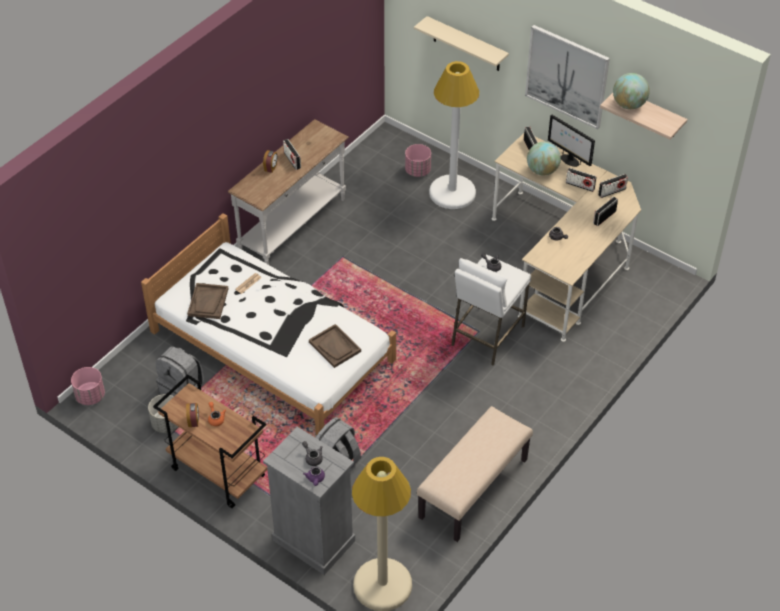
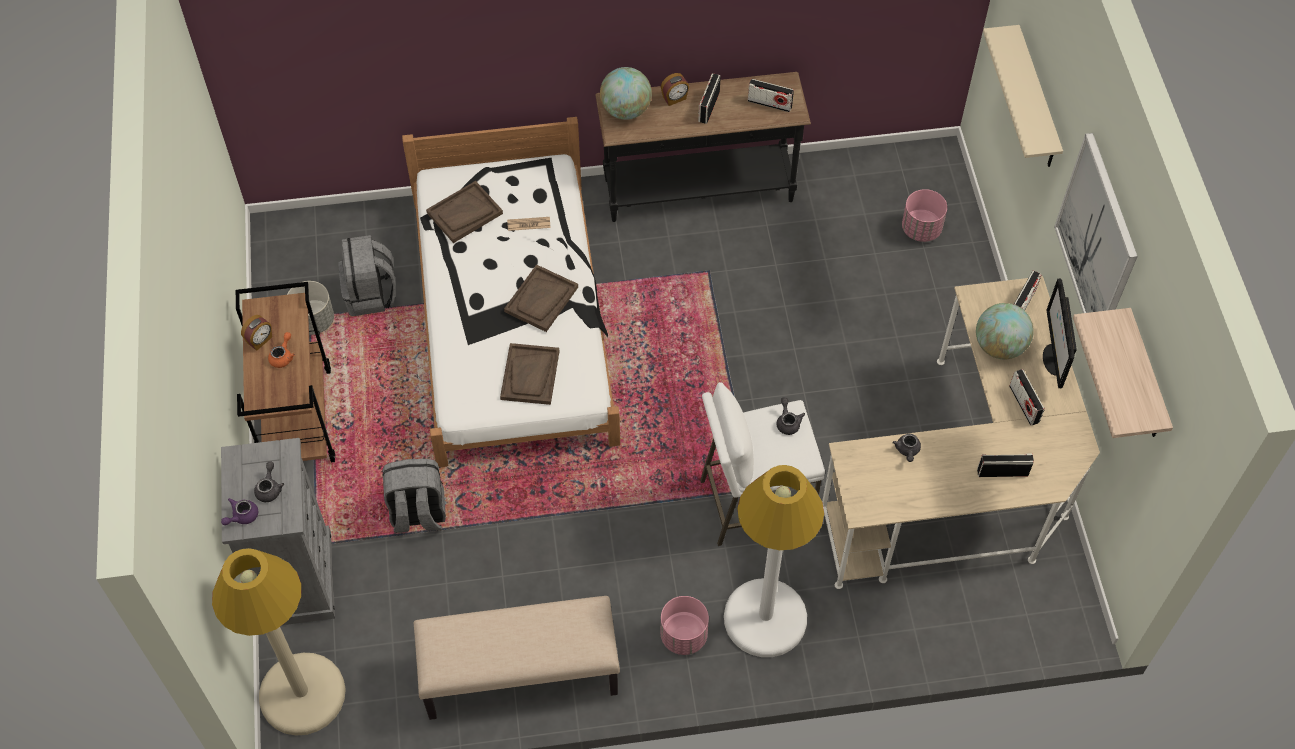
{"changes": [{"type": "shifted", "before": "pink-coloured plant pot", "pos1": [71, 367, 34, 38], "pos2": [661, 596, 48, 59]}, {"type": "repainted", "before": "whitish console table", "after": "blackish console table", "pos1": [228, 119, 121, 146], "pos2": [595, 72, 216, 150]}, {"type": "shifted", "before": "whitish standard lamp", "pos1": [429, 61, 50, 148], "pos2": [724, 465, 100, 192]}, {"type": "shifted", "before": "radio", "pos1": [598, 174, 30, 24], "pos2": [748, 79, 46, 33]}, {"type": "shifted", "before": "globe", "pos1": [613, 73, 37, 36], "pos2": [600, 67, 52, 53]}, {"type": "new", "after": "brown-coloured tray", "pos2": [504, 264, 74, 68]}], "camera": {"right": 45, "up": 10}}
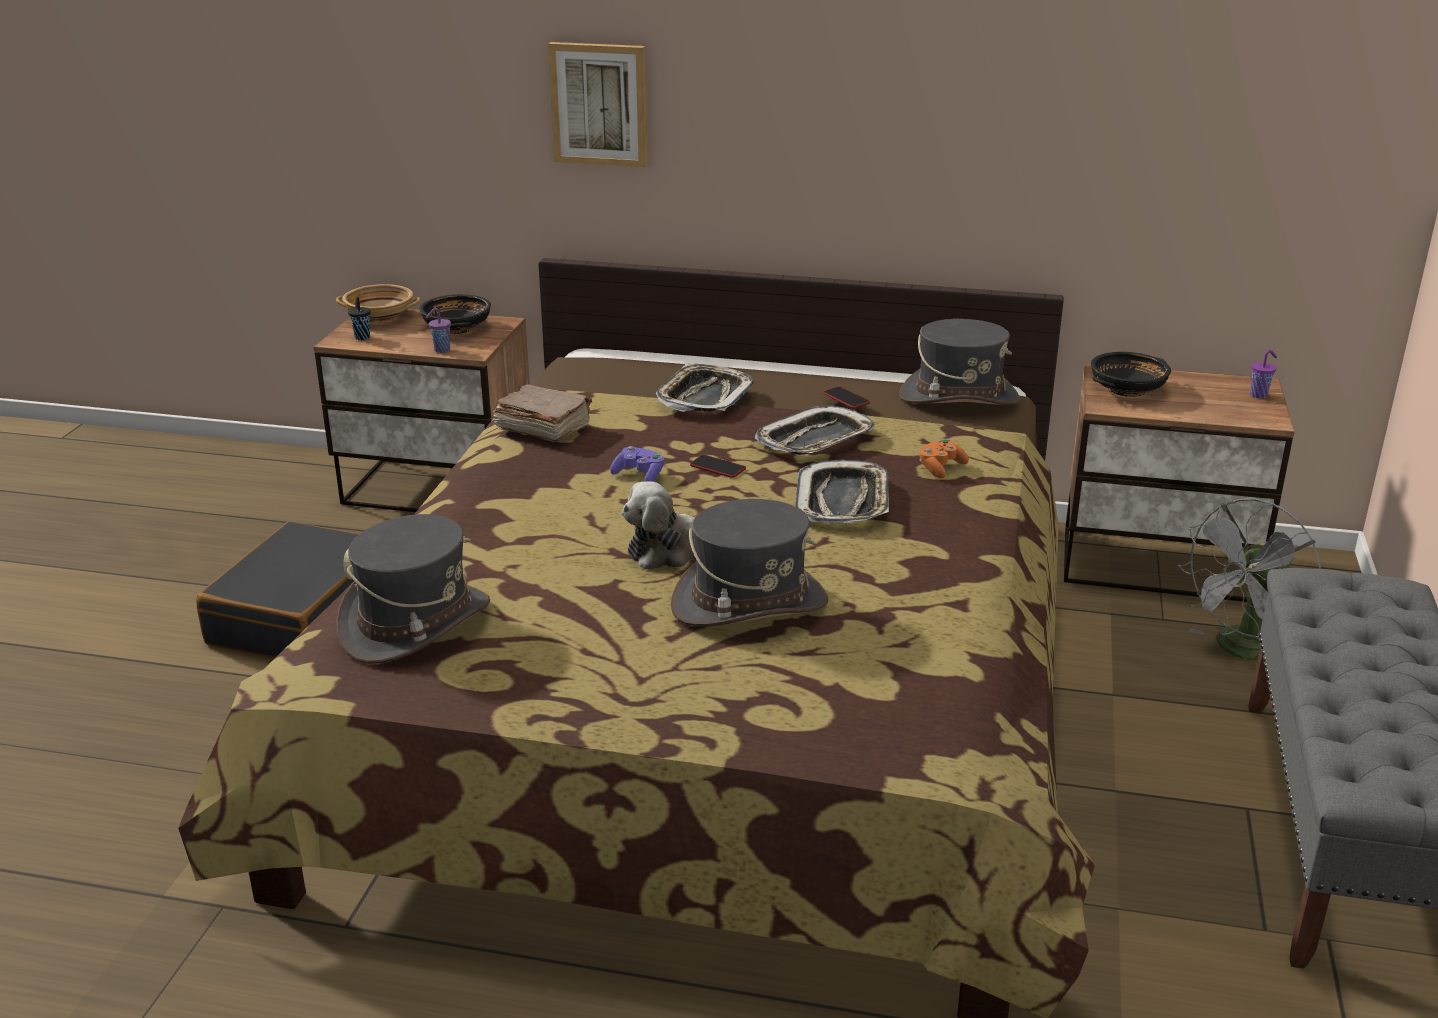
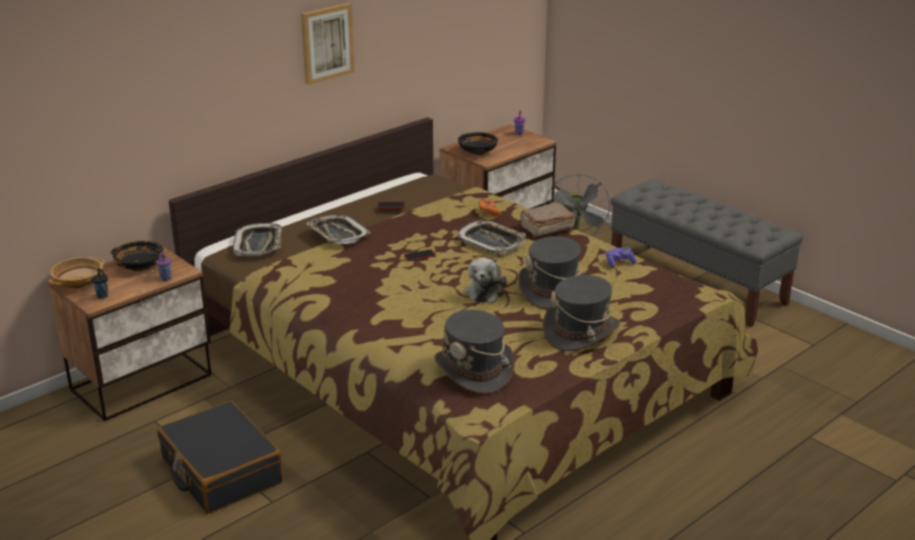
{"changes": [{"type": "shifted", "before": "brown-coloured bound book", "pos1": [493, 384, 99, 58], "pos2": [520, 202, 55, 36]}, {"type": "shifted", "before": "wall picture", "pos1": [548, 42, 100, 125], "pos2": [301, 3, 54, 82]}, {"type": "shifted", "before": "purplish gamepad", "pos1": [610, 446, 54, 36], "pos2": [606, 247, 30, 21]}, {"type": "shifted", "before": "tray", "pos1": [755, 405, 120, 50], "pos2": [233, 223, 50, 33]}, {"type": "shifted", "before": "grey wearable hat", "pos1": [899, 319, 121, 86], "pos2": [543, 275, 78, 76]}], "camera": {"right": -55, "up": 0}}
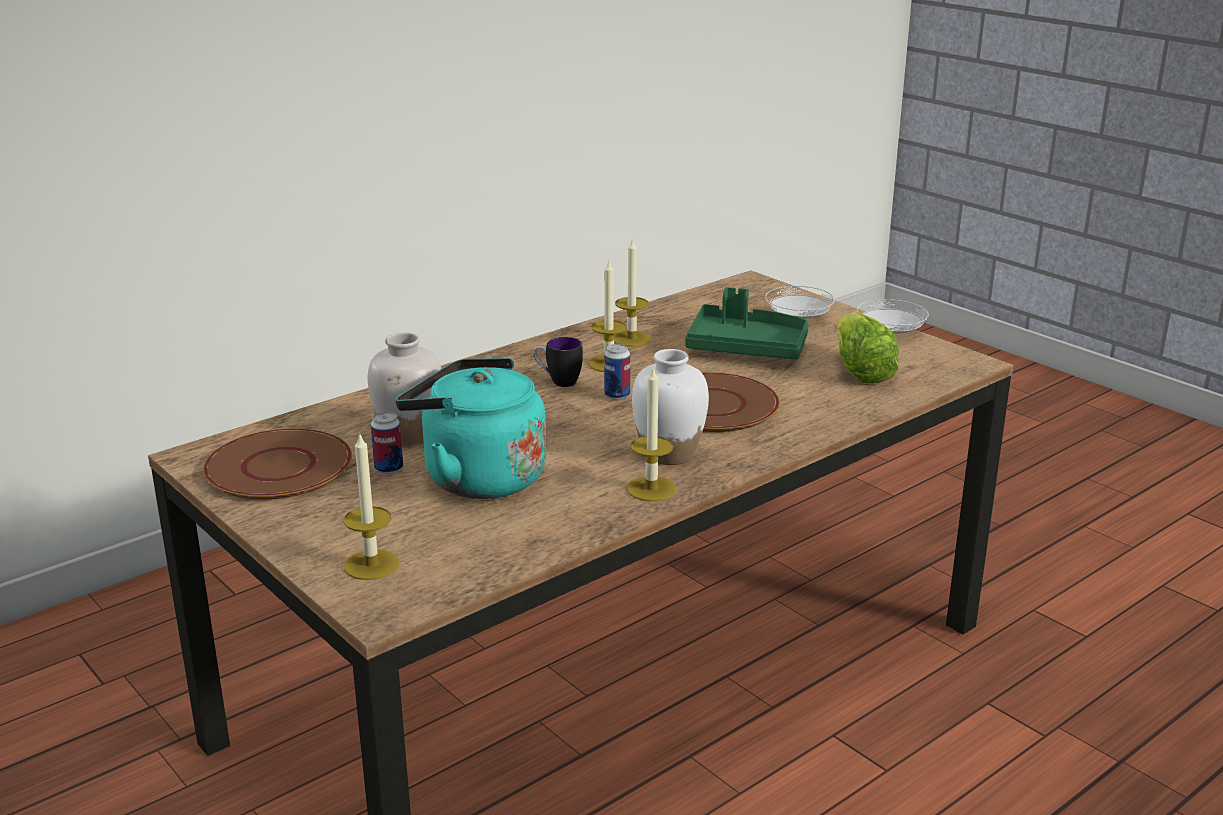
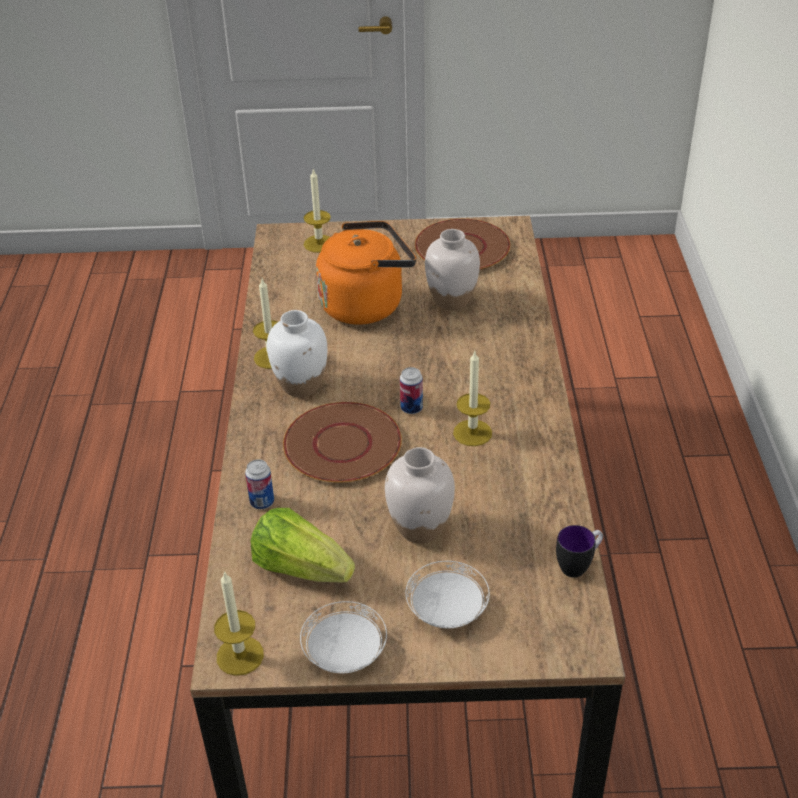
{"changes": [{"type": "shifted", "before": "metal can", "pos1": [371, 412, 32, 62], "pos2": [245, 459, 29, 50]}, {"type": "repainted", "before": "blue-green kettle", "after": "orangey kettle", "pos1": [395, 358, 152, 141], "pos2": [316, 221, 100, 104]}, {"type": "shifted", "before": "mug", "pos1": [534, 337, 49, 50], "pos2": [556, 525, 47, 53]}, {"type": "shifted", "before": "wax light", "pos1": [614, 237, 37, 110], "pos2": [214, 571, 50, 105]}, {"type": "swapped", "before": "green-coloured tray", "after": "whitish vase", "pos1": [685, 287, 124, 72], "pos2": [385, 447, 70, 97]}], "camera": {"right": 130, "up": 15}}
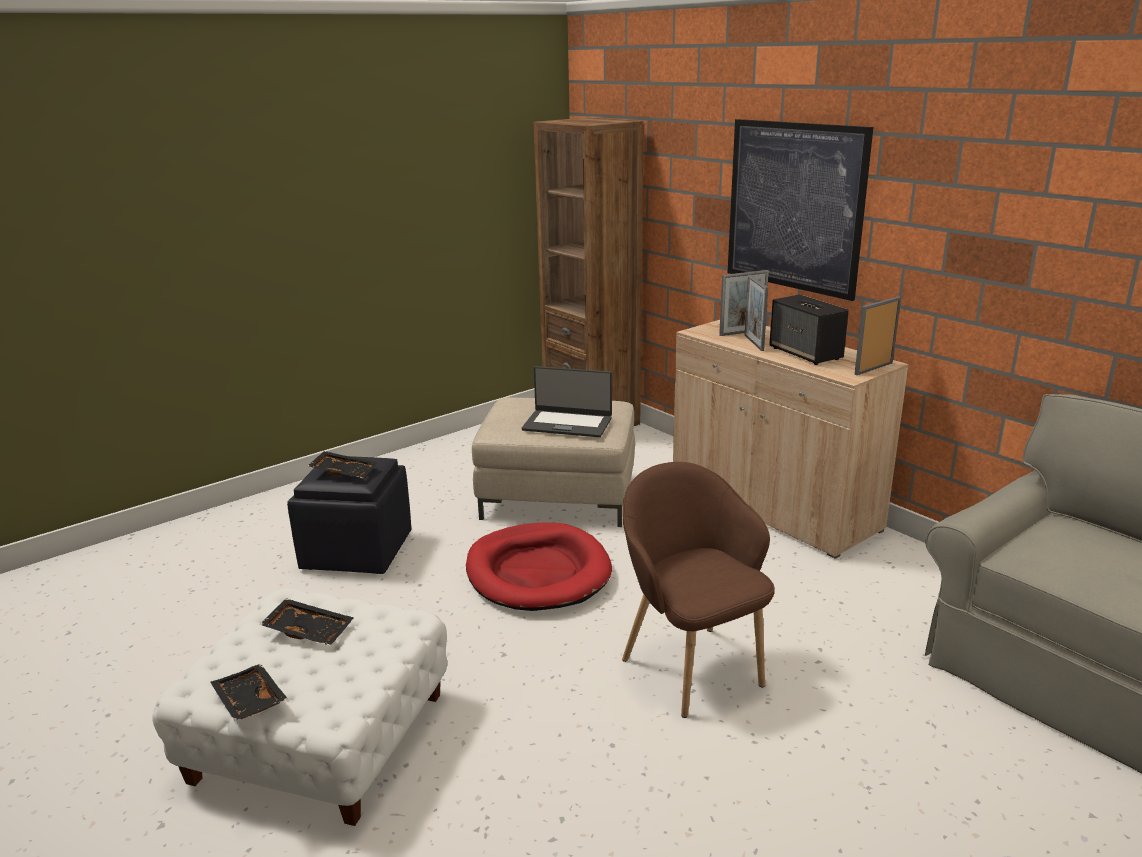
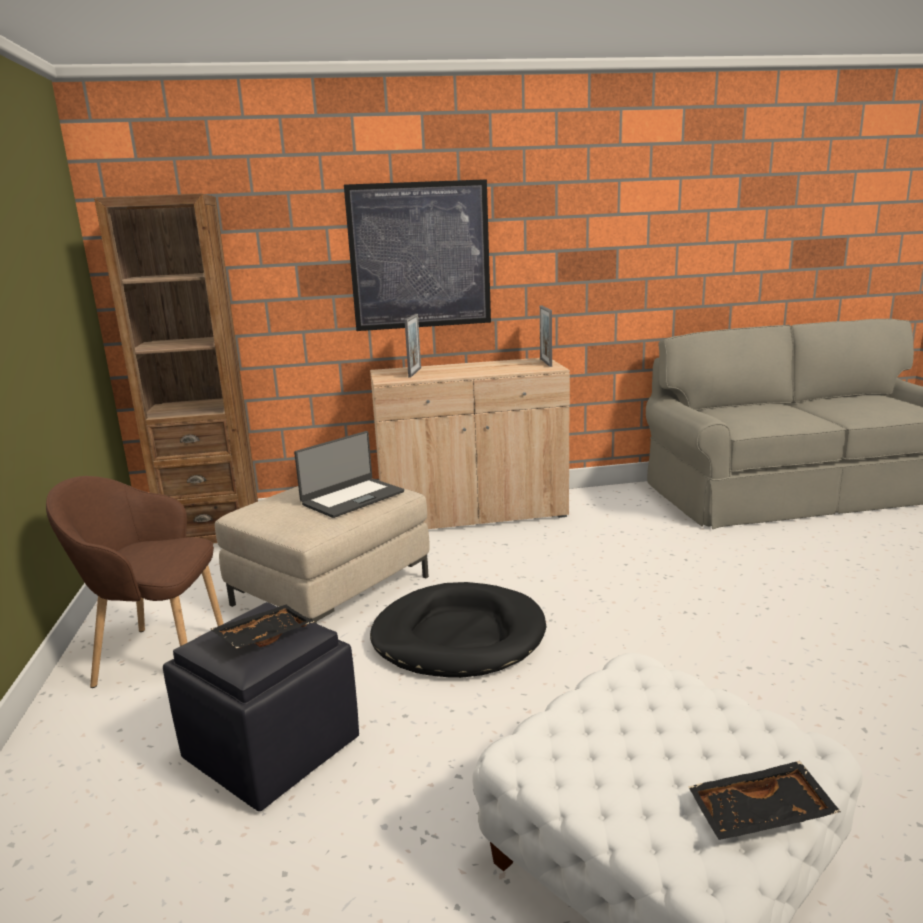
{"changes": [{"type": "gone", "before": "blackish tray", "pos1": [260, 598, 94, 48]}, {"type": "repainted", "before": "red dog cushion", "after": "blackish dog cushion", "pos1": [466, 522, 146, 89], "pos2": [370, 582, 176, 96]}, {"type": "shifted", "before": "brown-coloured lounge chair", "pos1": [622, 462, 153, 256], "pos2": [46, 476, 178, 212]}, {"type": "gone", "before": "photo frame", "pos1": [745, 275, 23, 76]}, {"type": "gone", "before": "loudspeaker", "pos1": [769, 295, 80, 70]}], "camera": {"right": -60, "up": -5}}
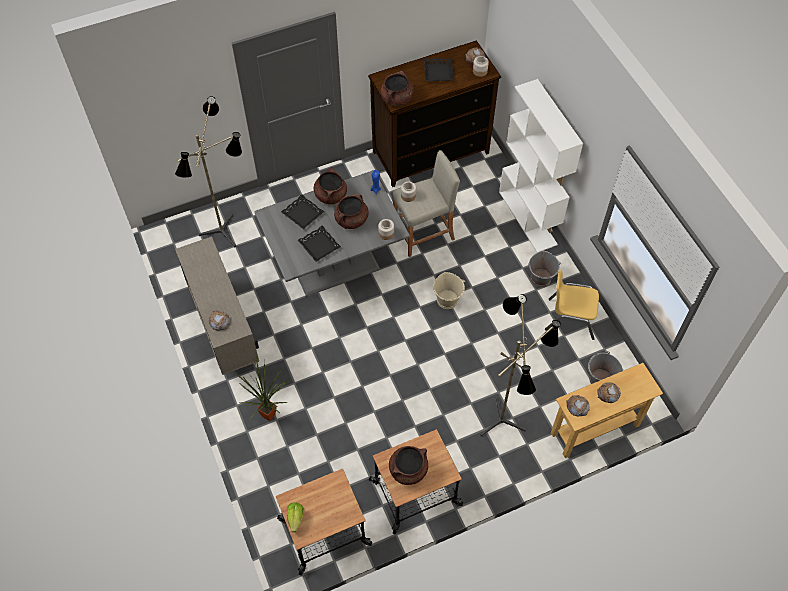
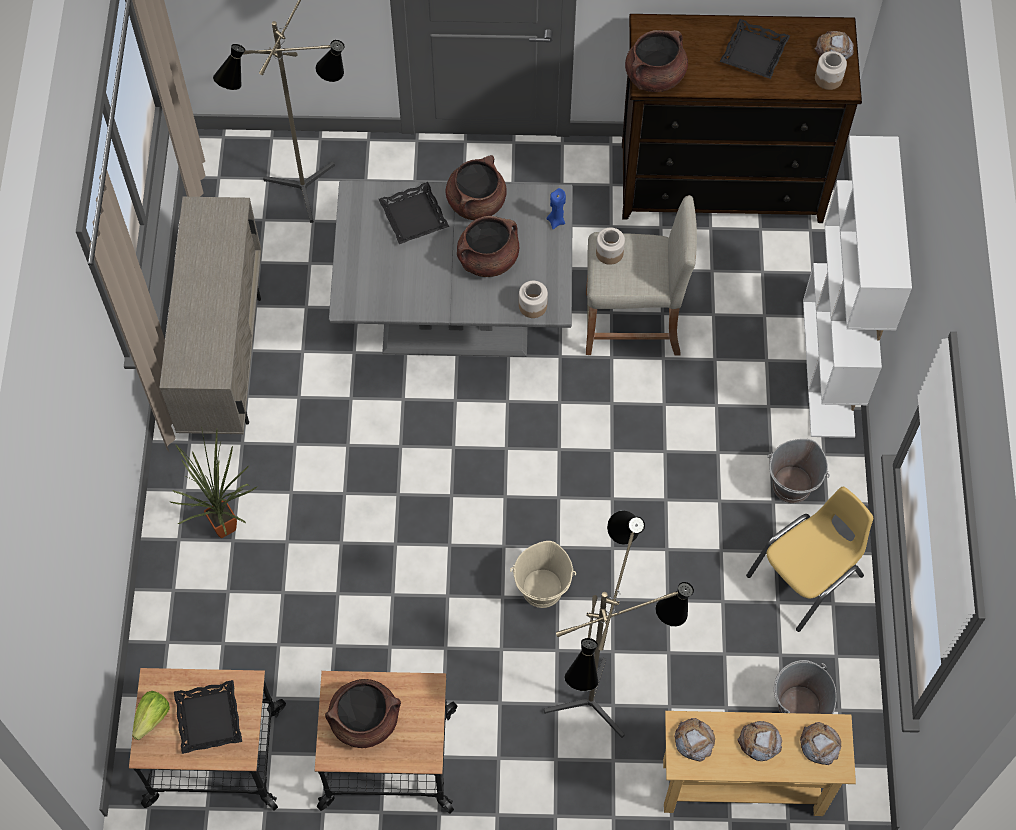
{"changes": [{"type": "shifted", "before": "baked bread", "pos1": [209, 310, 21, 20], "pos2": [800, 722, 41, 43]}, {"type": "shifted", "before": "blackish tray", "pos1": [298, 226, 43, 36], "pos2": [174, 680, 68, 74]}, {"type": "shifted", "before": "sand-coloured bucket", "pos1": [433, 272, 32, 37], "pos2": [510, 541, 66, 67]}, {"type": "rotated", "before": "yellow upright chair", "pos1": [545, 270, 54, 70], "pos2": [746, 487, 127, 145], "turn": 105}], "camera": {"right": 25, "up": 5}}
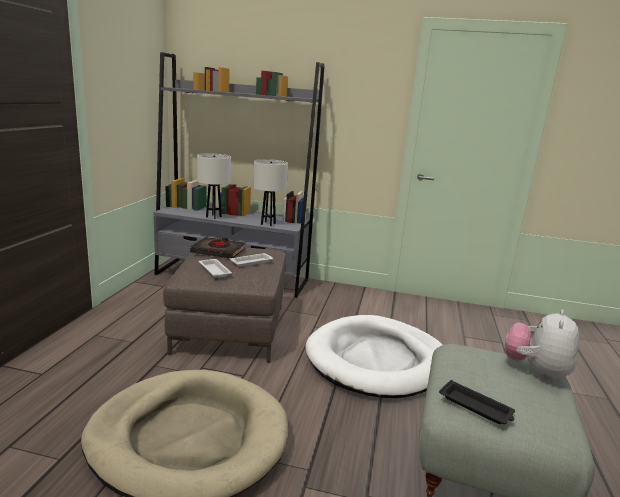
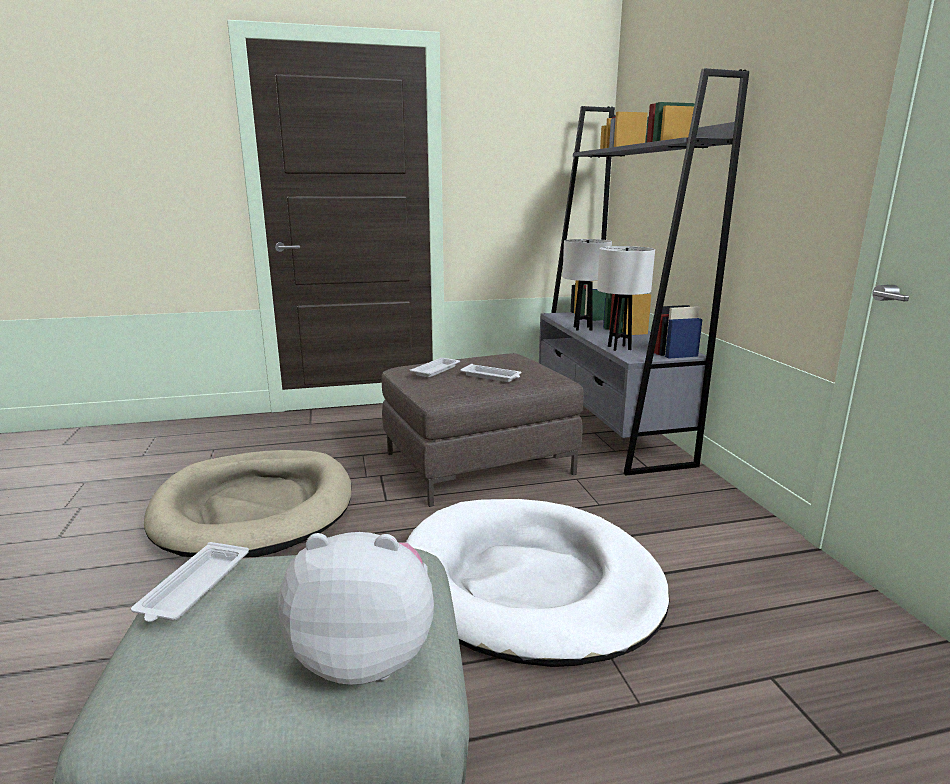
{"changes": [{"type": "gone", "before": "blackish bound book", "pos1": [190, 237, 55, 22]}, {"type": "repainted", "before": "blackish tray", "after": "whitish tray", "pos1": [439, 380, 76, 44], "pos2": [131, 542, 118, 80]}], "camera": {"right": 65, "up": 0}}
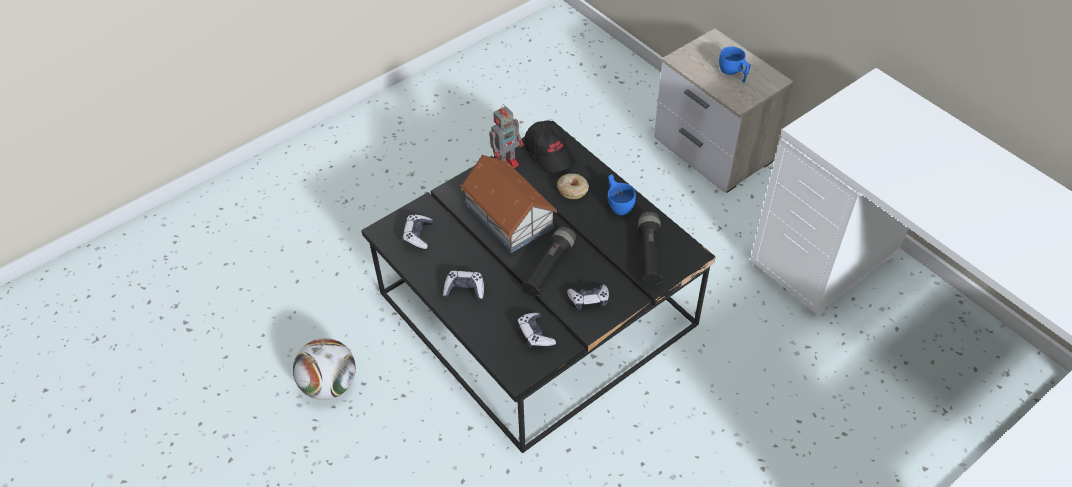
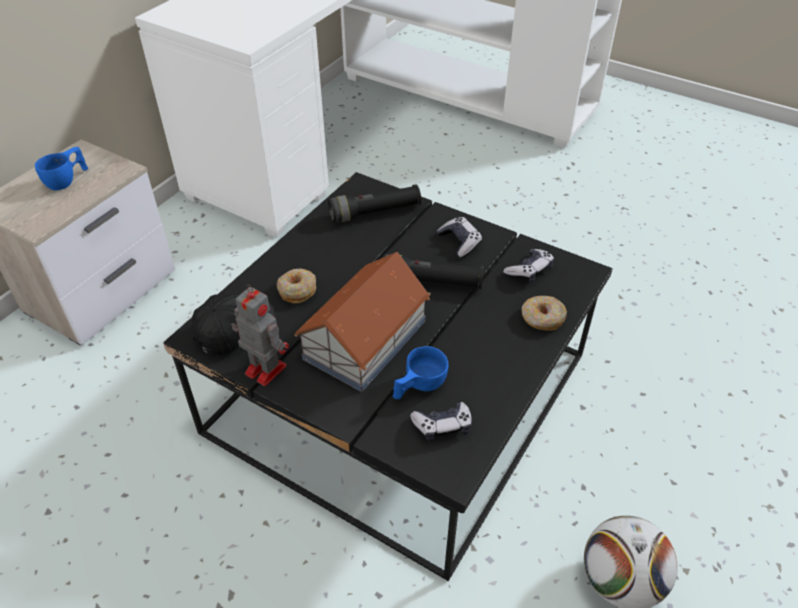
{"changes": [{"type": "gone", "before": "gamepad", "pos1": [443, 271, 41, 29]}, {"type": "shifted", "before": "blue-coloured cup", "pos1": [608, 174, 28, 41], "pos2": [393, 346, 55, 53]}, {"type": "new", "after": "ring doughnut", "pos2": [522, 296, 45, 35]}], "camera": {"right": -110, "up": -5}}
